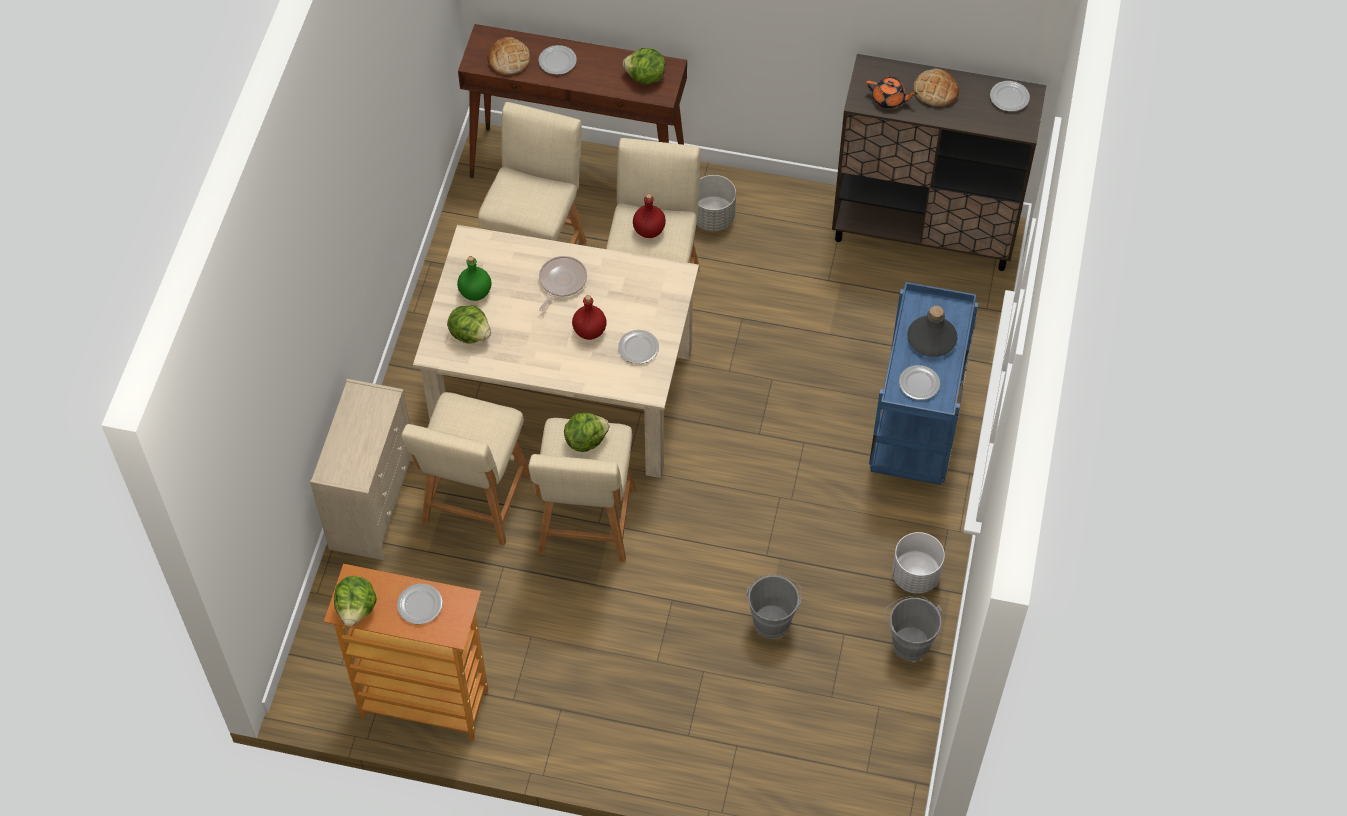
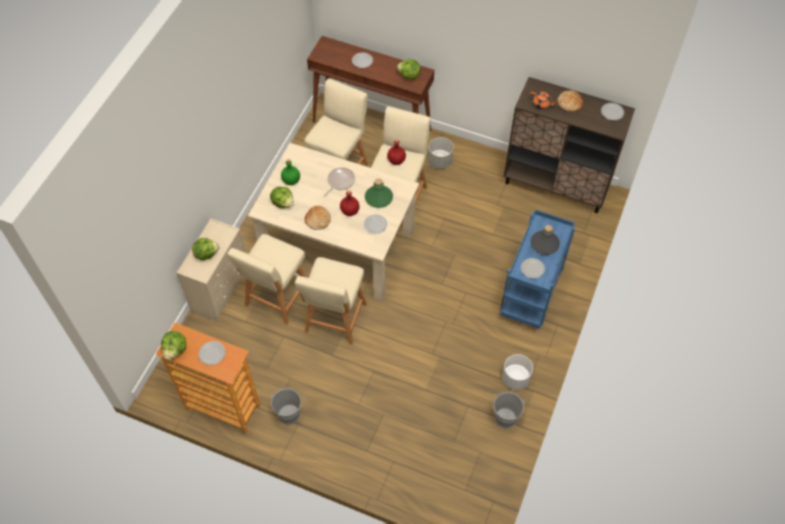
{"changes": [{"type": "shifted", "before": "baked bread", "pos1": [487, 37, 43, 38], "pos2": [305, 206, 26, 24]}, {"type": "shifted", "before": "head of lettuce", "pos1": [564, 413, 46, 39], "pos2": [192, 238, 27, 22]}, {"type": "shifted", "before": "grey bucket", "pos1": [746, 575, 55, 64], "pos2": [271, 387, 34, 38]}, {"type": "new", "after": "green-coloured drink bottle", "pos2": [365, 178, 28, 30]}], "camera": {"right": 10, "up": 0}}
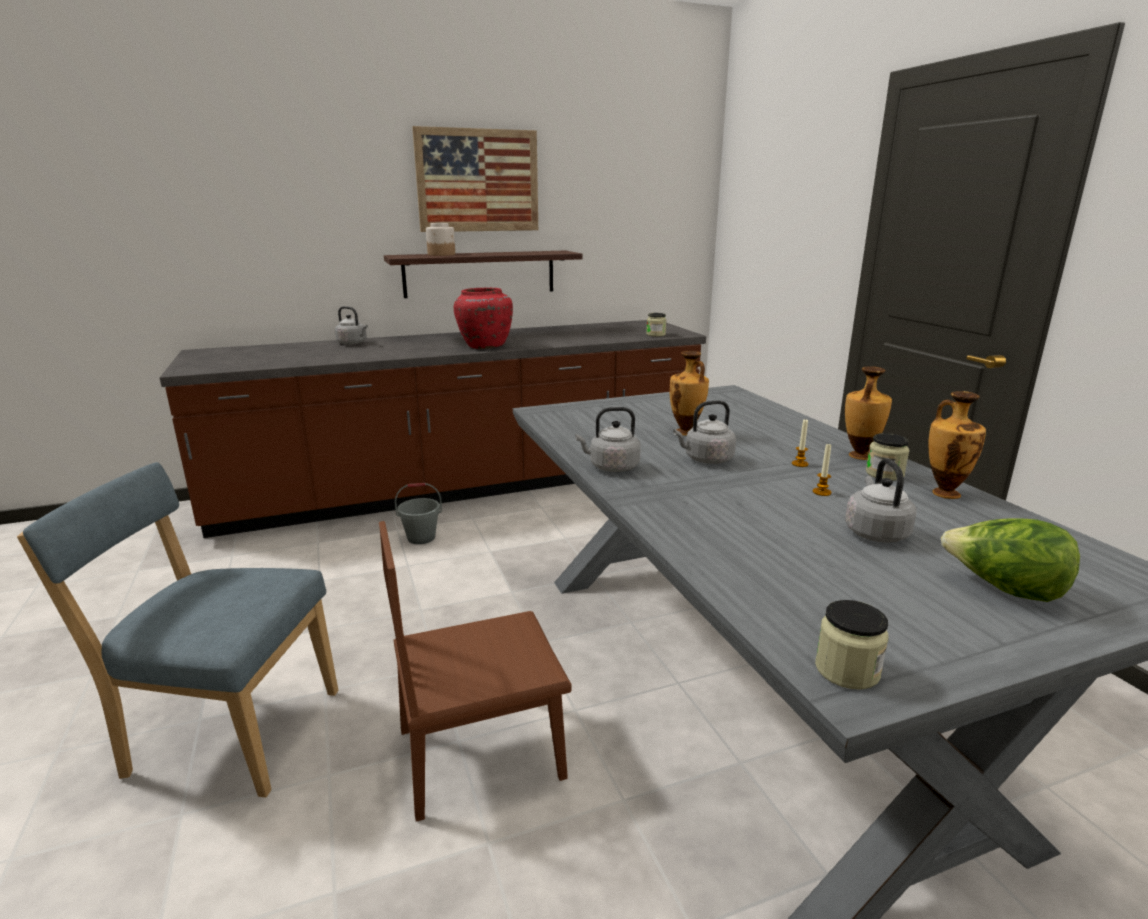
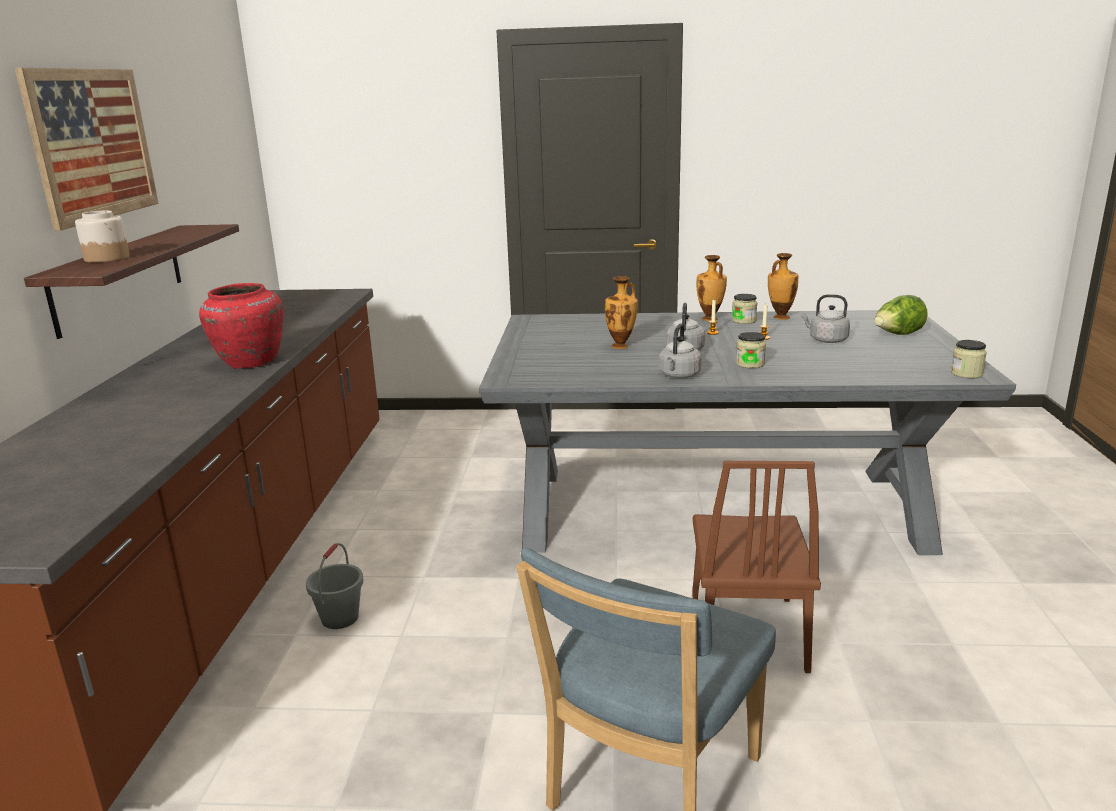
{"changes": [{"type": "gone", "before": "grey kettle", "pos1": [335, 306, 33, 39]}, {"type": "shifted", "before": "jar", "pos1": [646, 313, 20, 24], "pos2": [736, 332, 30, 36]}], "camera": {"right": -65, "up": 0}}
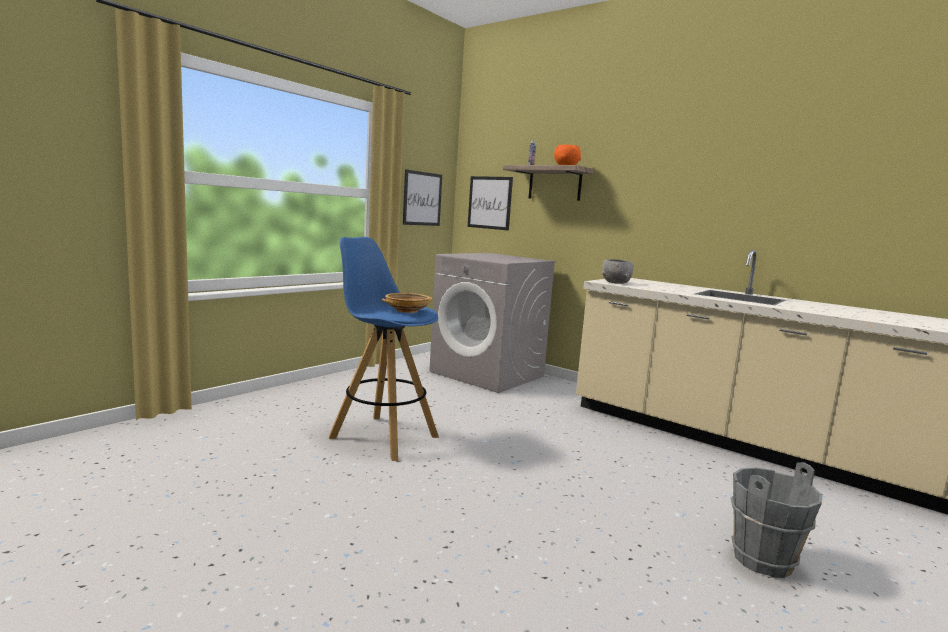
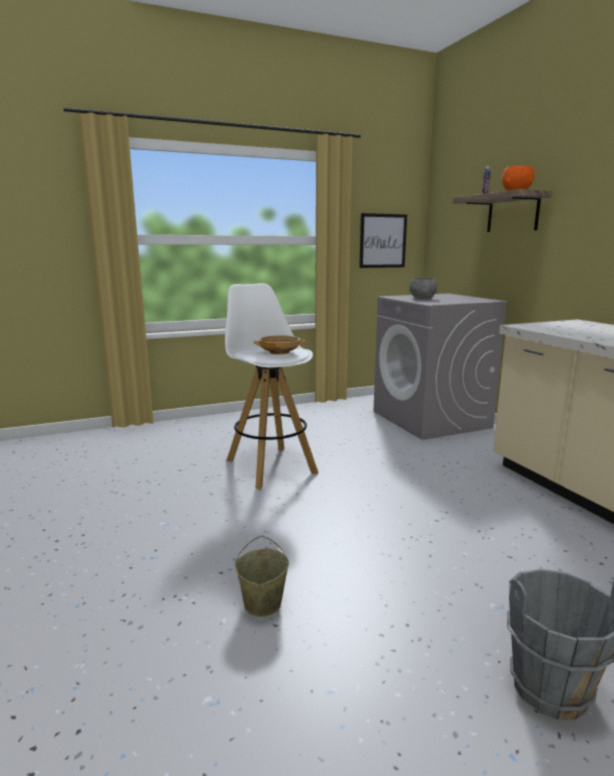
{"changes": [{"type": "repainted", "before": "blue-coloured sitting stool", "after": "whitish sitting stool", "pos1": [329, 237, 110, 224], "pos2": [225, 283, 94, 206]}, {"type": "gone", "before": "wall picture", "pos1": [468, 176, 45, 54]}, {"type": "shifted", "before": "grey serving bowl", "pos1": [602, 259, 32, 25], "pos2": [408, 278, 30, 21]}, {"type": "new", "after": "sand-coloured bucket", "pos2": [235, 536, 54, 81]}], "camera": {"right": 30, "up": 5}}
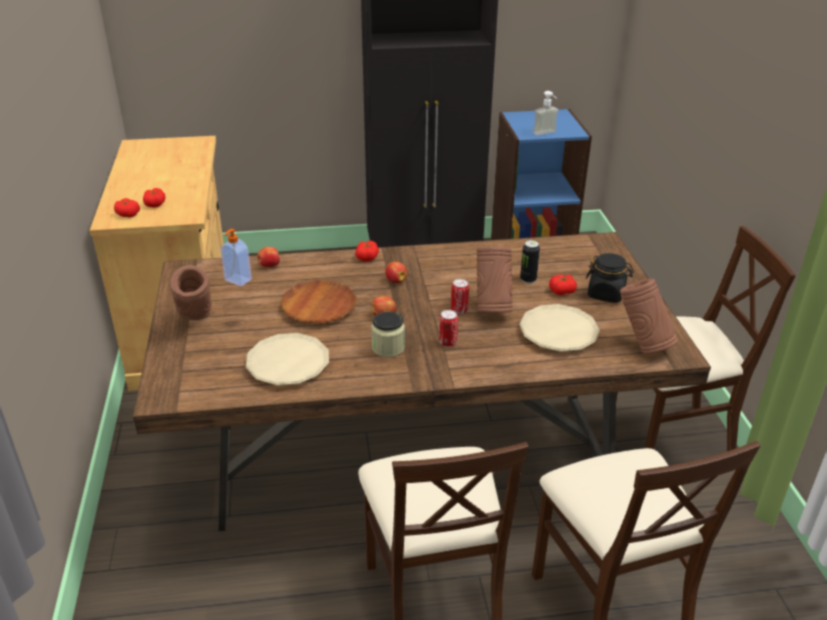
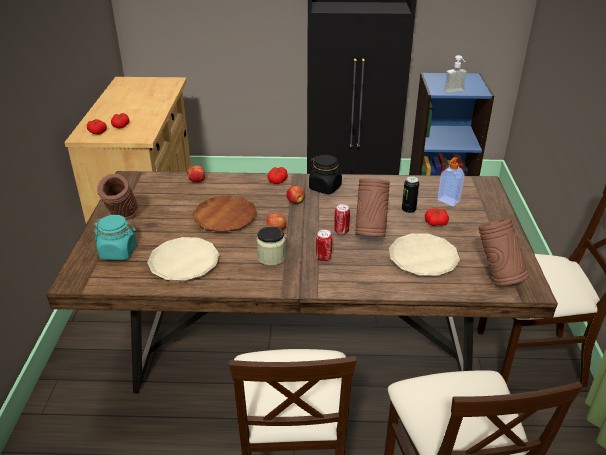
{"changes": [{"type": "shifted", "before": "soap bottle", "pos1": [221, 229, 31, 58], "pos2": [437, 157, 28, 49]}, {"type": "shifted", "before": "blackish jar", "pos1": [586, 253, 48, 50], "pos2": [309, 155, 34, 39]}, {"type": "new", "after": "blue-green jar", "pos2": [93, 215, 44, 45]}], "camera": {"right": 10, "up": 0}}
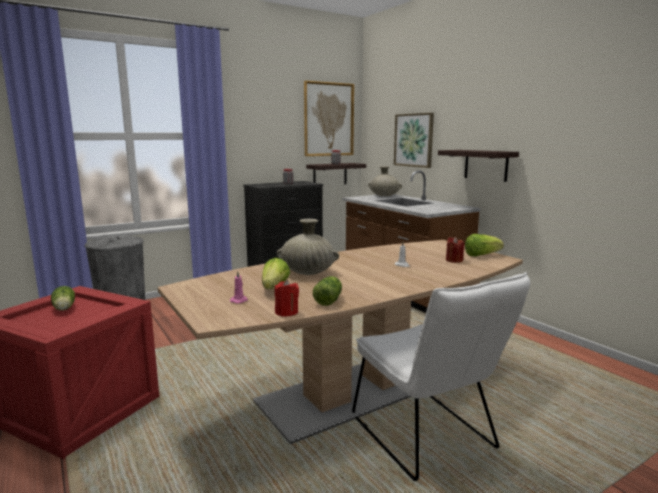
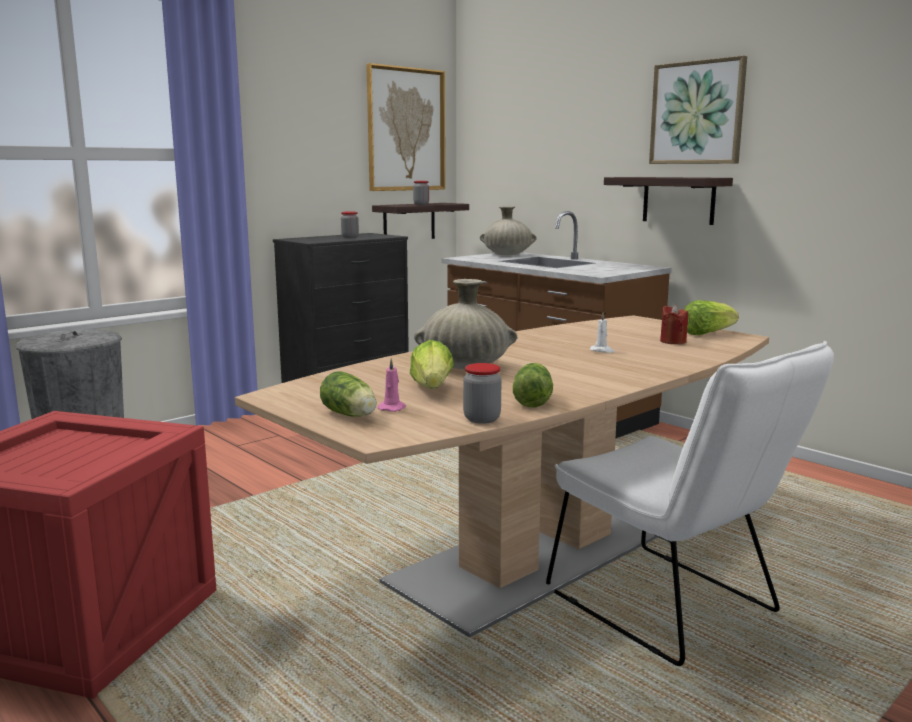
{"changes": [{"type": "shifted", "before": "head of lettuce", "pos1": [51, 286, 24, 25], "pos2": [320, 371, 56, 46]}, {"type": "swapped", "before": "red wax light", "after": "jar", "pos1": [275, 280, 24, 37], "pos2": [463, 363, 39, 61]}, {"type": "shifted", "before": "wall picture", "pos1": [394, 113, 40, 55], "pos2": [649, 56, 98, 108]}], "camera": {"right": -10, "up": 0}}
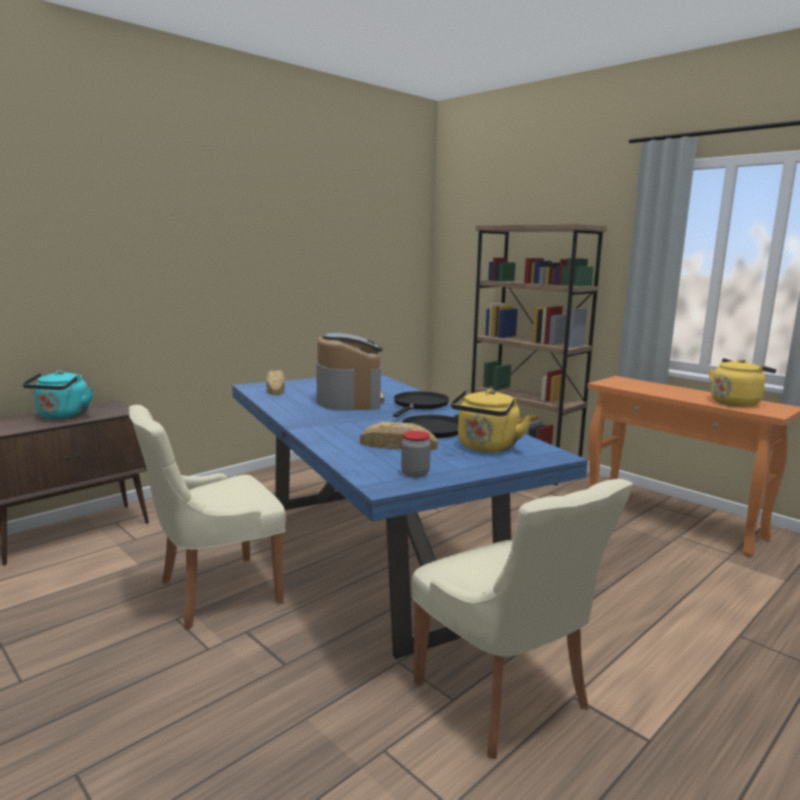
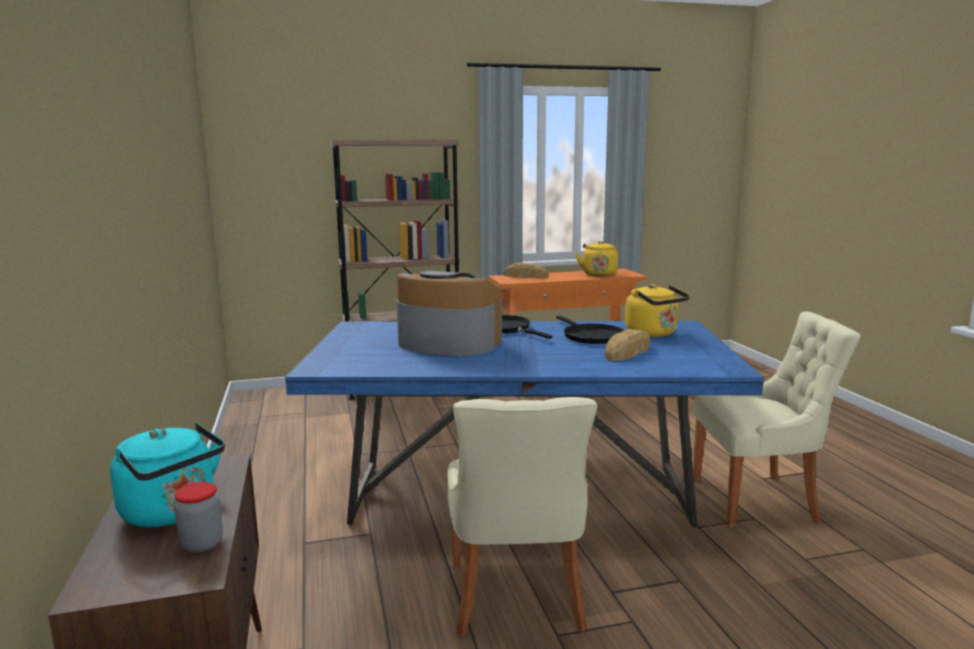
{"changes": [{"type": "shifted", "before": "baked bread", "pos1": [266, 371, 19, 24], "pos2": [504, 263, 44, 15]}, {"type": "shifted", "before": "jar", "pos1": [401, 431, 30, 46], "pos2": [174, 482, 49, 71]}], "camera": {"right": -60, "up": 0}}
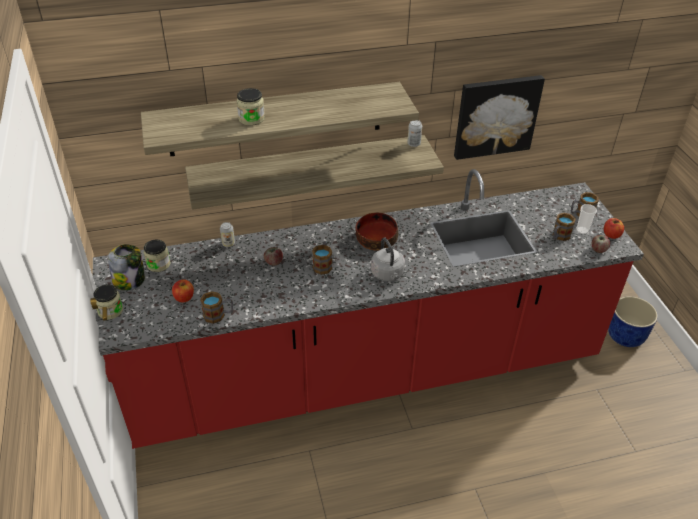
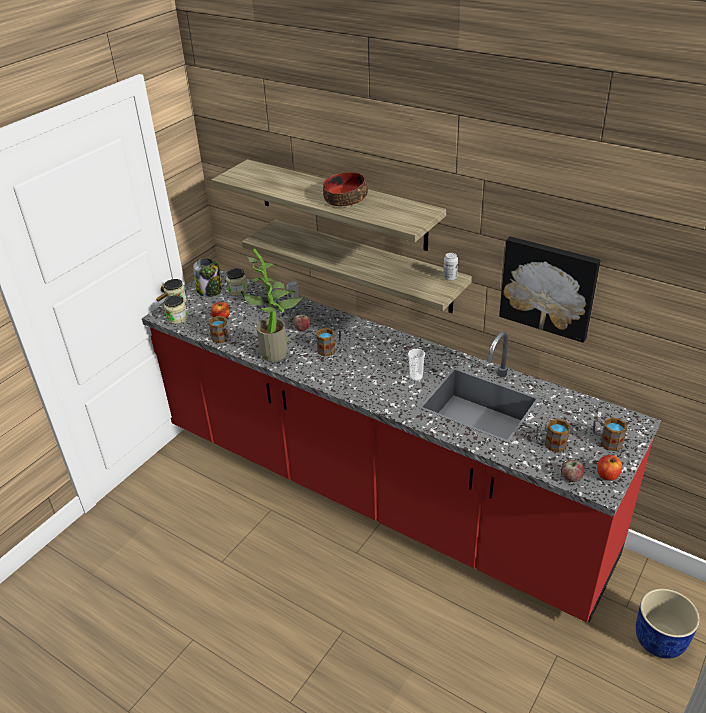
{"changes": [{"type": "shifted", "before": "jar", "pos1": [236, 88, 29, 38], "pos2": [164, 295, 24, 29]}, {"type": "shifted", "before": "serving bowl", "pos1": [356, 212, 42, 39], "pos2": [323, 172, 45, 34]}, {"type": "gone", "before": "grey kettle", "pos1": [371, 237, 34, 44]}, {"type": "shifted", "before": "cup", "pos1": [576, 204, 21, 30], "pos2": [408, 349, 17, 32]}, {"type": "new", "after": "plant in a pot", "pos2": [241, 249, 64, 113]}], "camera": {"right": 50, "up": -5}}
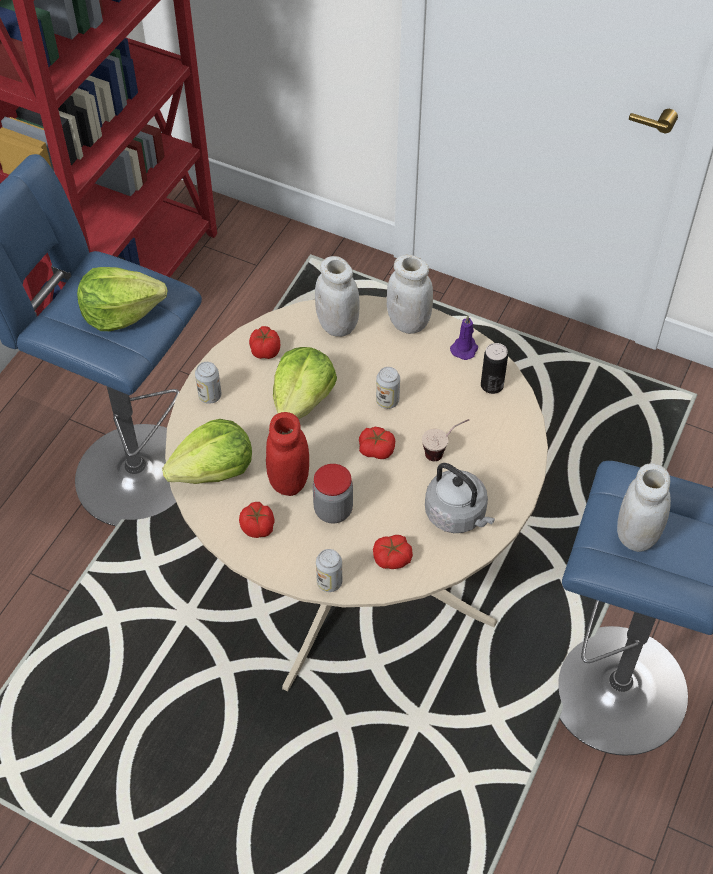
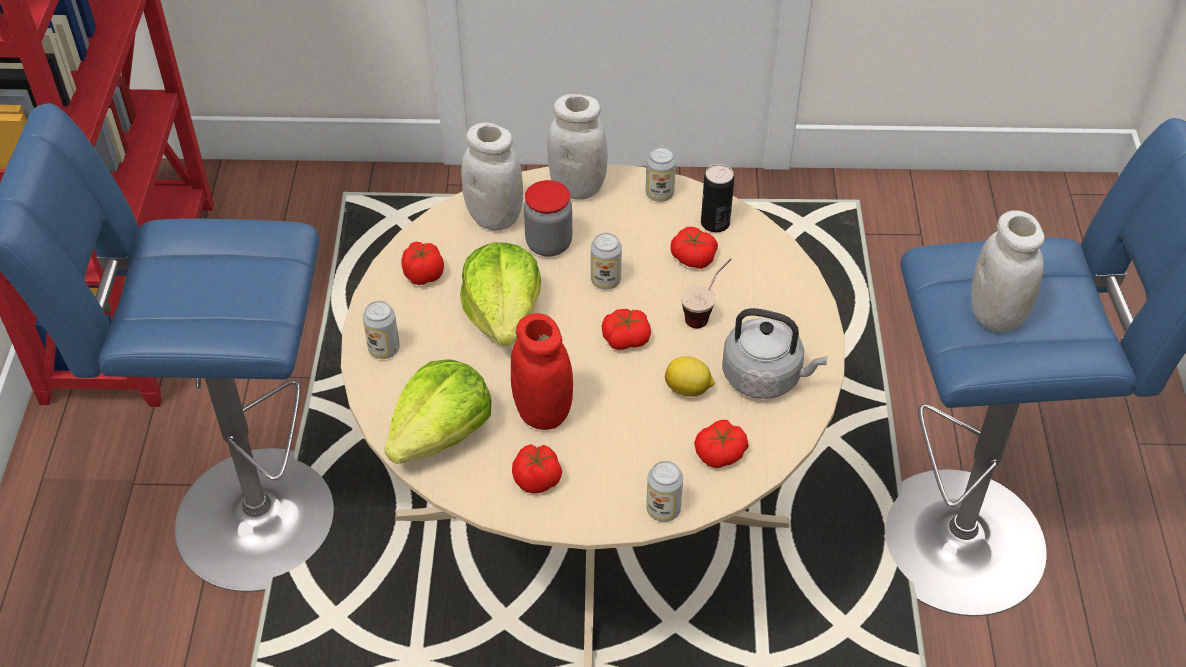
{"changes": [{"type": "gone", "before": "head of lettuce", "pos1": [77, 267, 90, 64]}, {"type": "shifted", "before": "jar", "pos1": [313, 464, 40, 60], "pos2": [524, 180, 48, 77]}, {"type": "swapped", "before": "purplish wax light", "after": "metal can", "pos1": [450, 316, 28, 44], "pos2": [646, 147, 30, 55]}, {"type": "new", "after": "whole lemon", "pos2": [665, 356, 49, 41]}, {"type": "new", "after": "tomato", "pos2": [671, 227, 47, 42]}], "camera": {"right": -25, "up": -5}}
